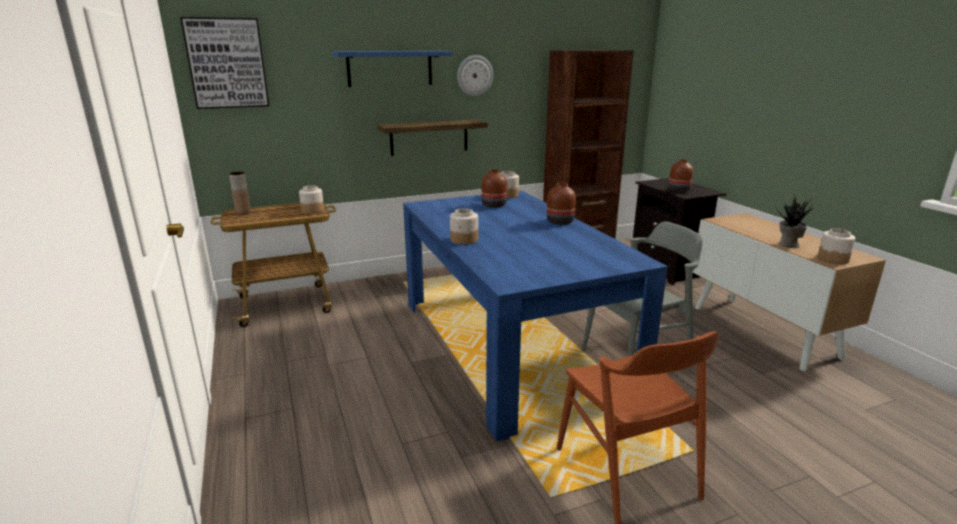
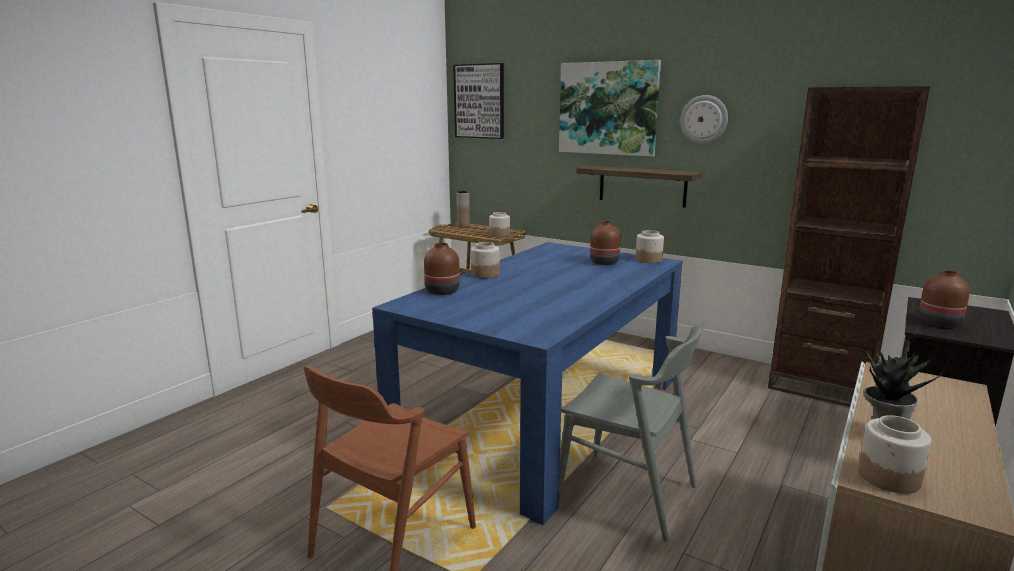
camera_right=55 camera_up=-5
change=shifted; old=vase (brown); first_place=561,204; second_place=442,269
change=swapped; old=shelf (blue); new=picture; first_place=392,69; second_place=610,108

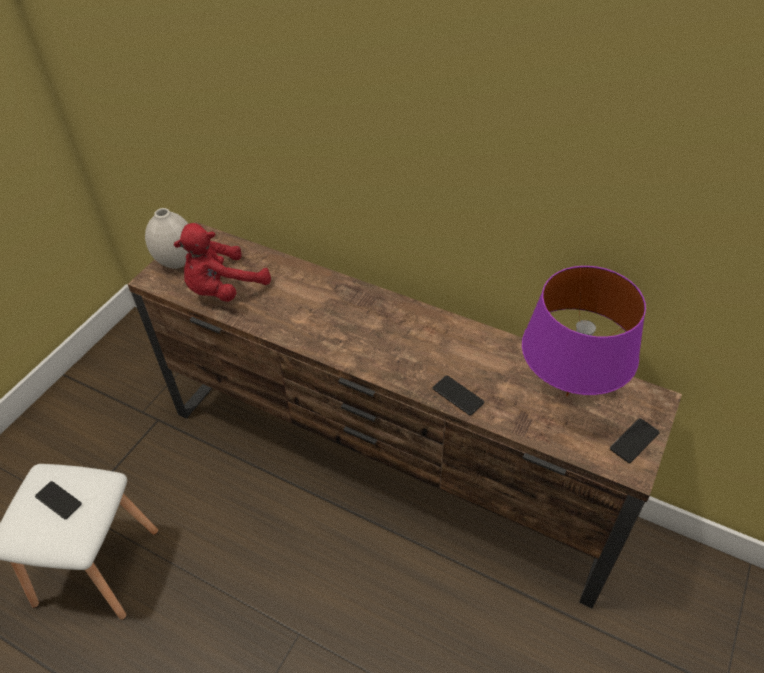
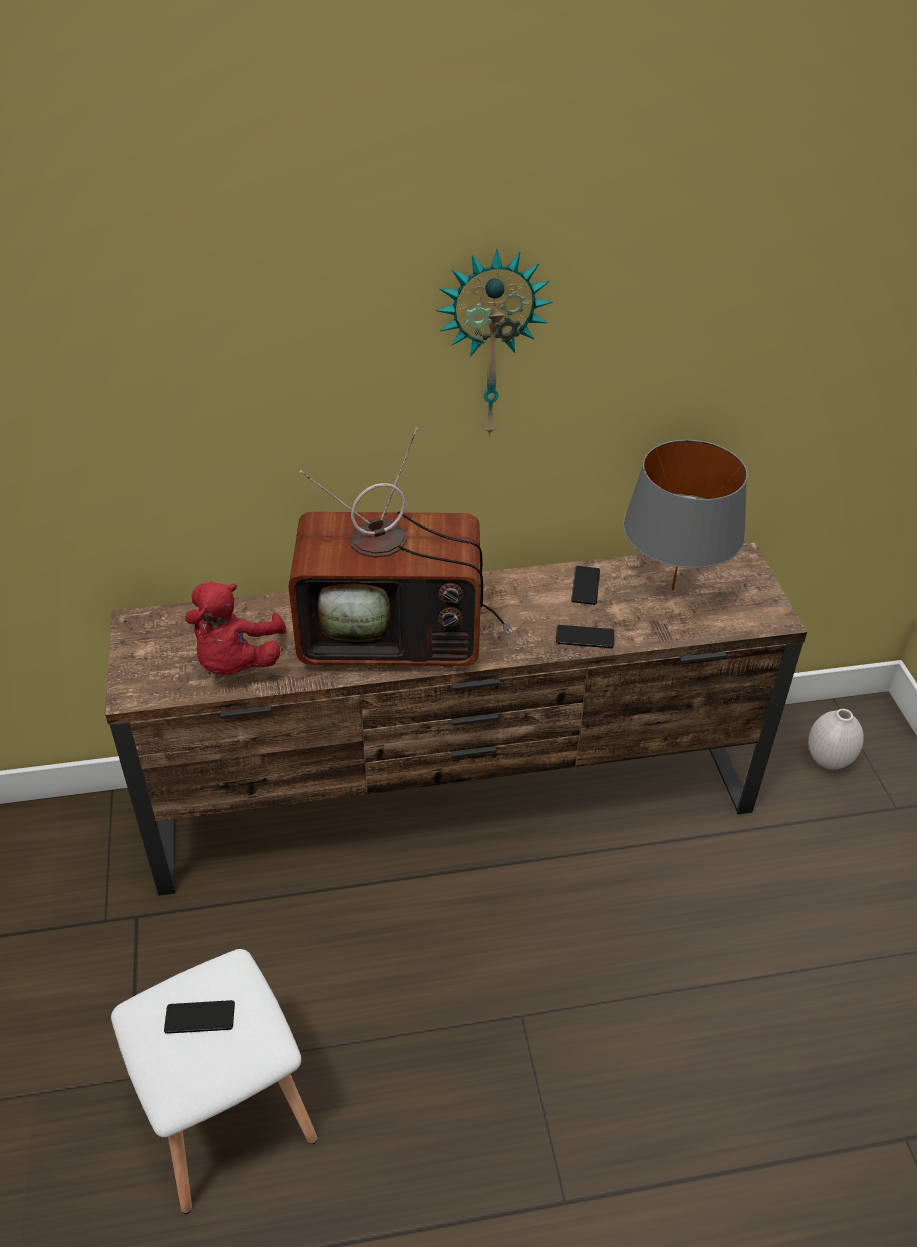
camera_right=-40 camera_up=-5
change=new; new=television; second_place=400,547
change=new; new=wall clock; second_place=494,343
change=shifted; old=vase (white); first_place=166,238; second_place=836,739
change=shifted; old=phone; first_place=635,440; second_place=585,585
change=repainted; old=table lamp (purple); new=table lamp (grey); first_place=584,331; second_place=685,515

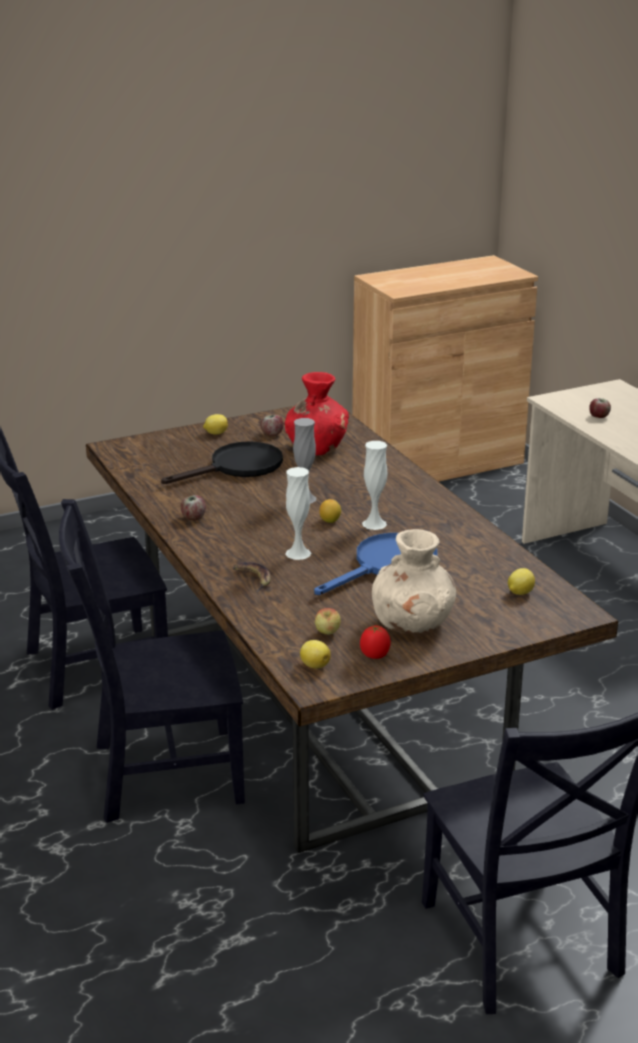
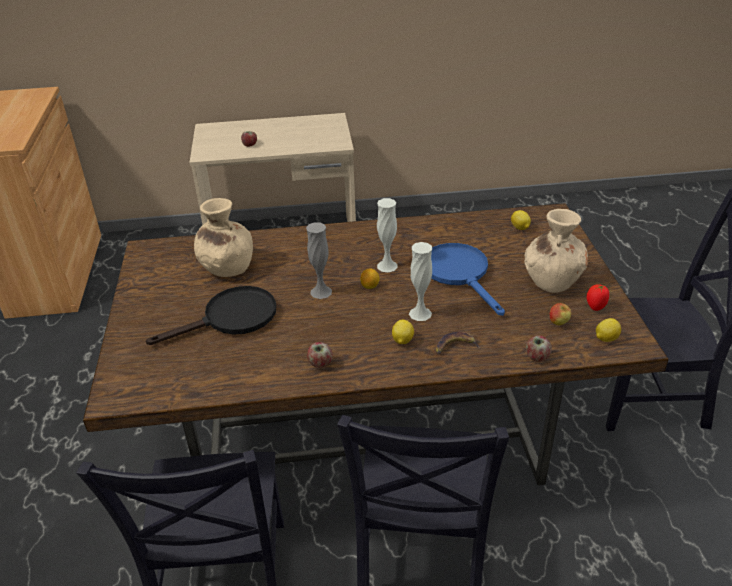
camera_right=-70 camera_up=10
change=shifted; old=lemon; first_place=215,424; second_place=403,332
change=shifted; old=apple; first_place=271,425; second_place=539,348
change=repainted; old=vase (red); new=vase (beige); first_place=317,414; second_place=223,237
change=rotated; old=frying pan (black); first_place=222,462; second_place=211,315; degrees=75

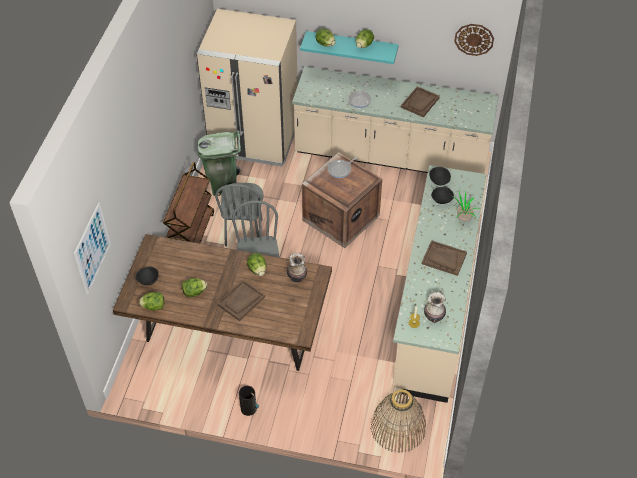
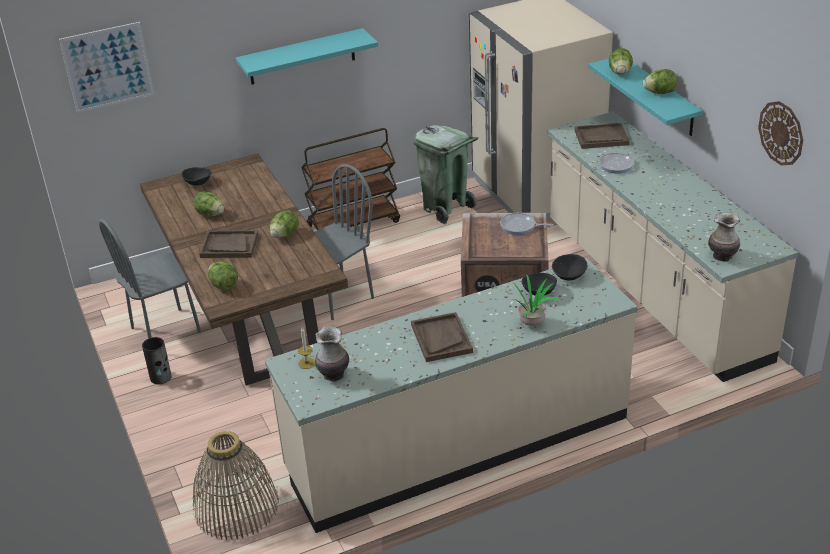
camera_right=55 camera_up=-15
change=new; new=shelf (turquoise); second_place=307,56
change=shifted; old=lettuce; first_place=151,301; second_place=223,276
change=shifted; old=chair (grey); first_place=239,214; second_place=150,279
change=shifted; old=vase; first_place=297,268; second_place=724,237
change=shifted; old=tray (brown); first_place=420,101; second_place=602,136

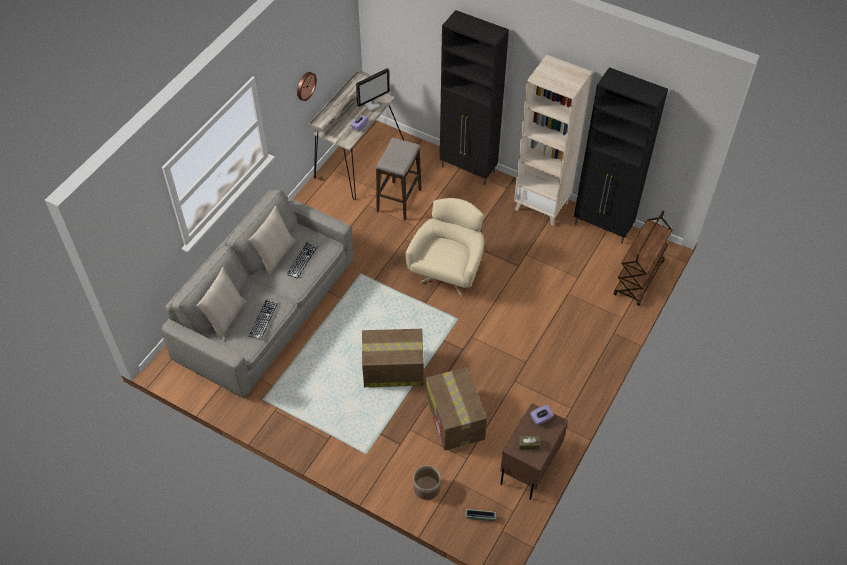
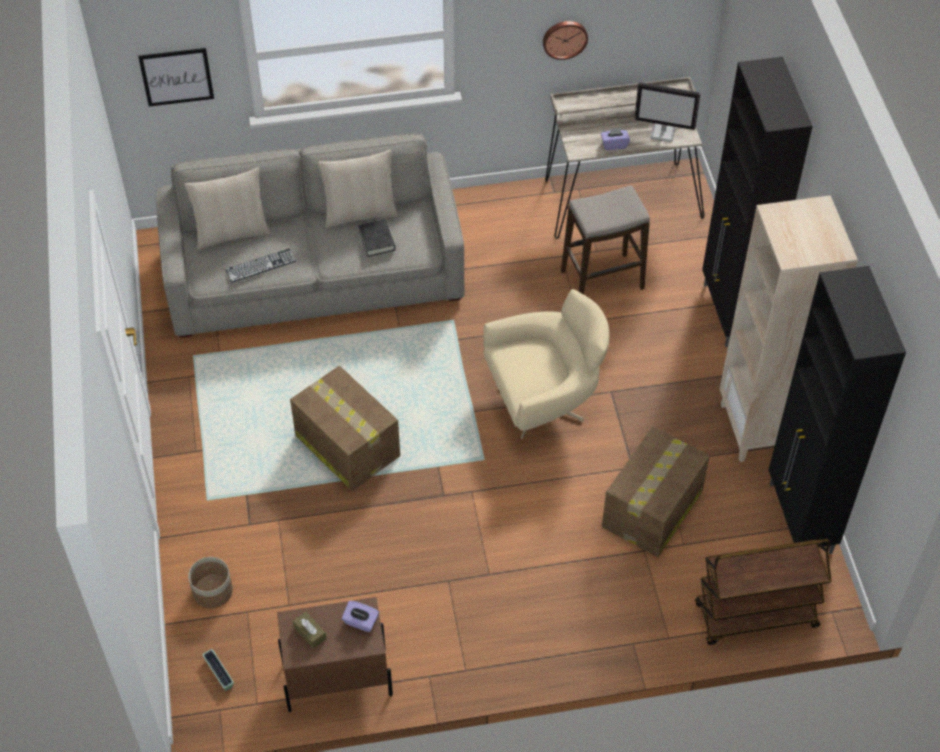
camera_right=50 camera_up=0
change=new; new=picture; second_place=176,77
change=shifted; old=cardboard box; first_place=456,409; second_place=656,492
change=swapped; old=keyboard; new=book (black); first_place=302,260; second_place=376,238

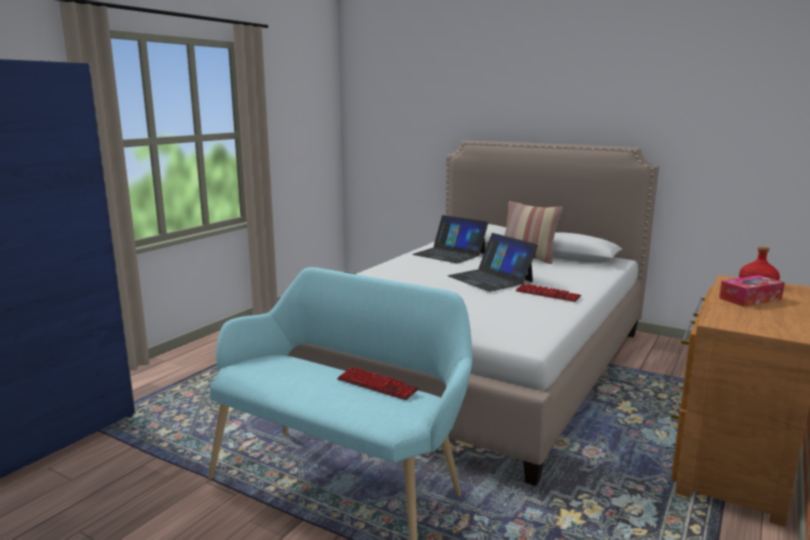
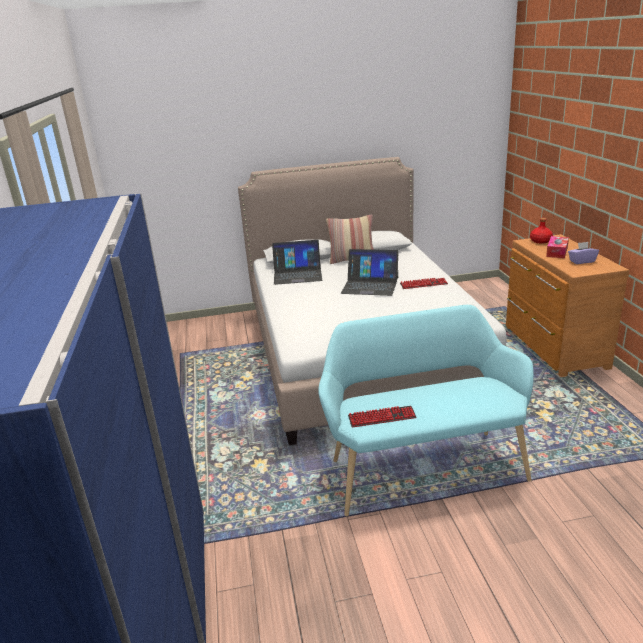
camera_right=-40 camera_up=10
change=new; new=tissue box (purple); second_place=583,253
change=shifted; old=keyboard; first_place=378,383; second_place=382,416

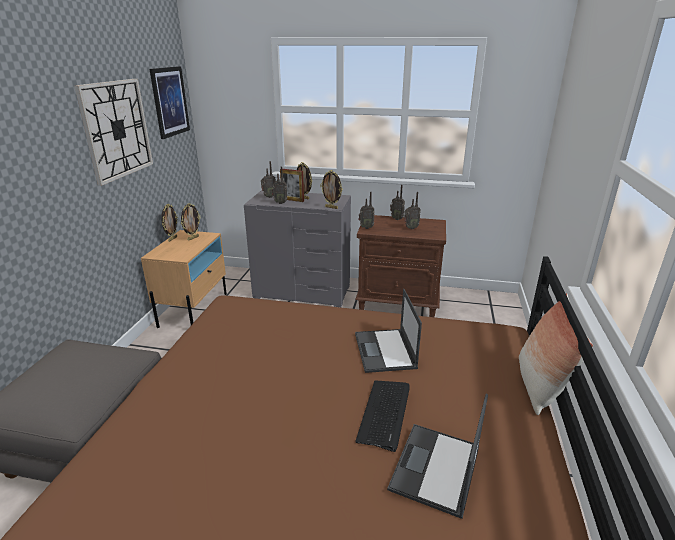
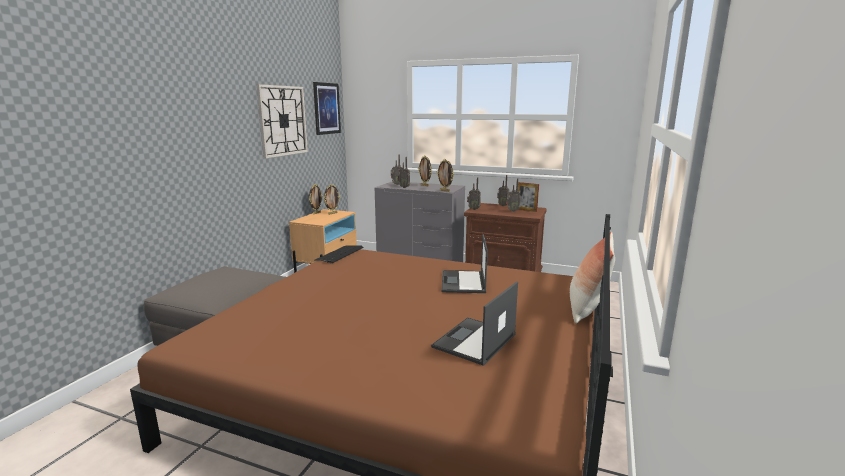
camera_right=10 camera_up=-10
change=shifted; old=picture frame; first_place=292,185; second_place=528,197
change=shifted; old=keyboard; first_place=382,416; second_place=339,254

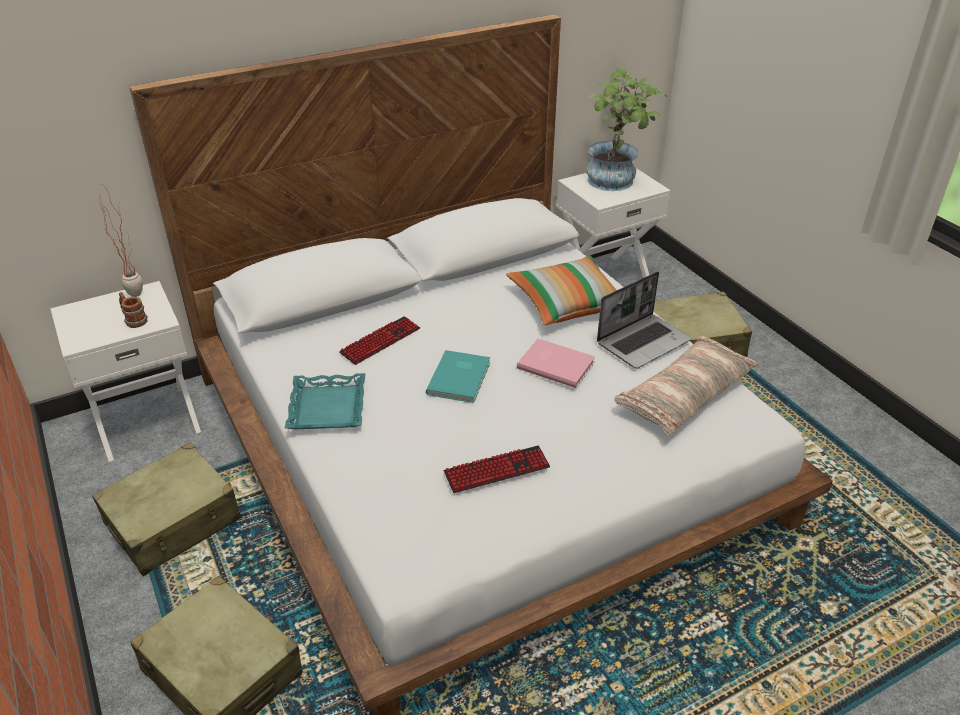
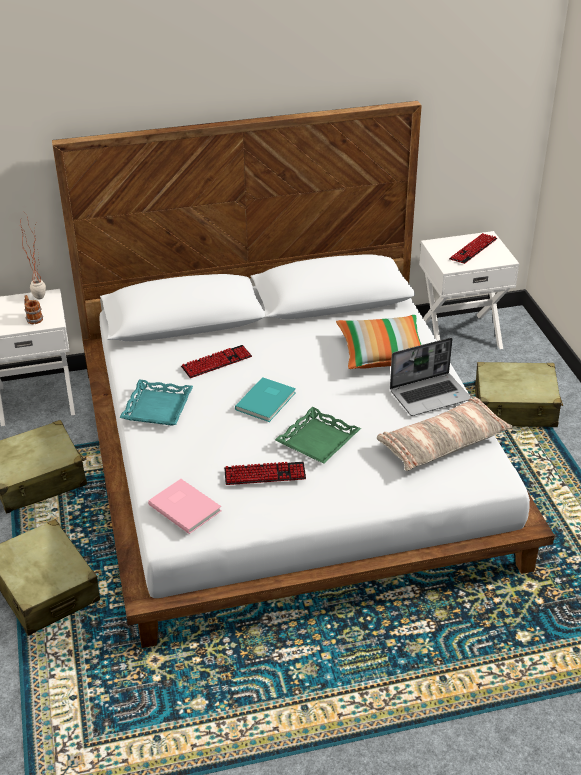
camera_right=15 camera_up=0
change=new; new=tray (green); second_place=318,435
change=shifted; old=book (pink); first_place=556,363; second_place=185,506
change=swapped; old=potted plant; new=keyboard; first_place=626,129; second_place=473,248

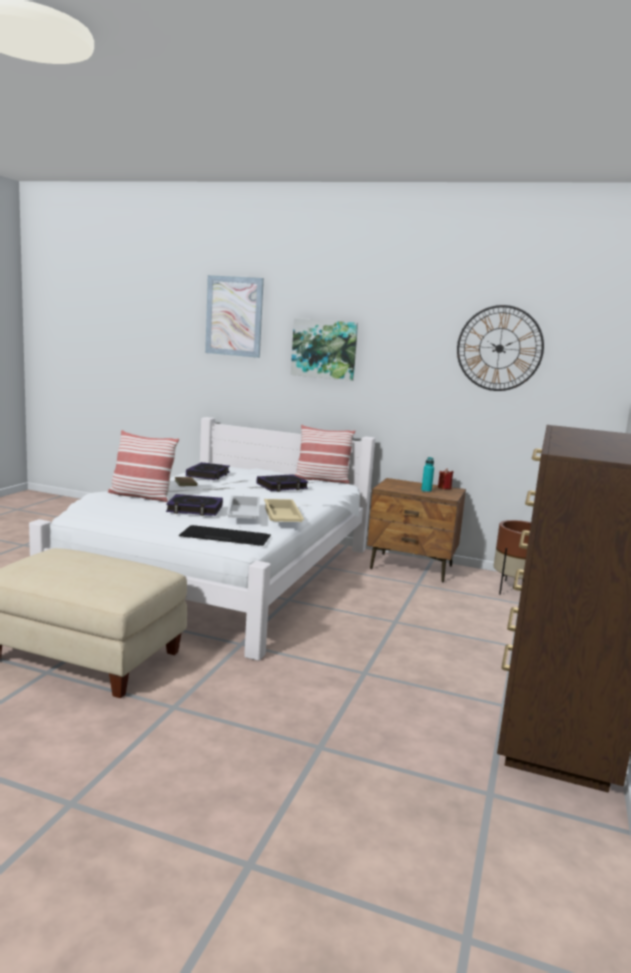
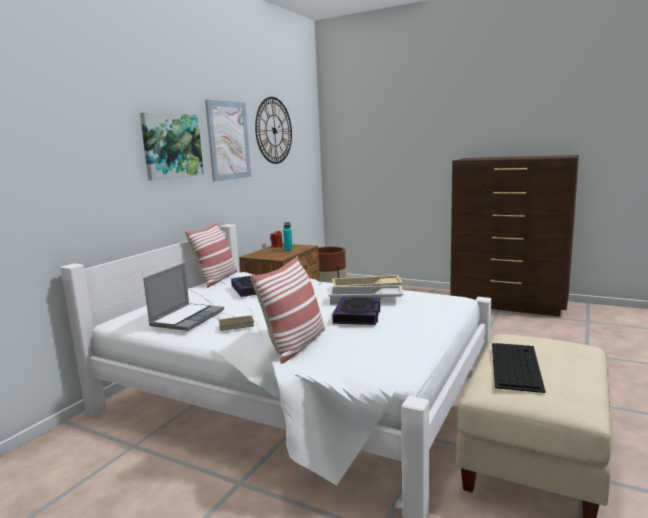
camera_right=-80 camera_up=0
change=shifted; old=keyboard; first_place=225,535; second_place=519,368
change=shifted; old=picture; first_place=234,316; second_place=228,140
change=swapped; old=book; new=laptop; first_place=208,471; second_place=183,297

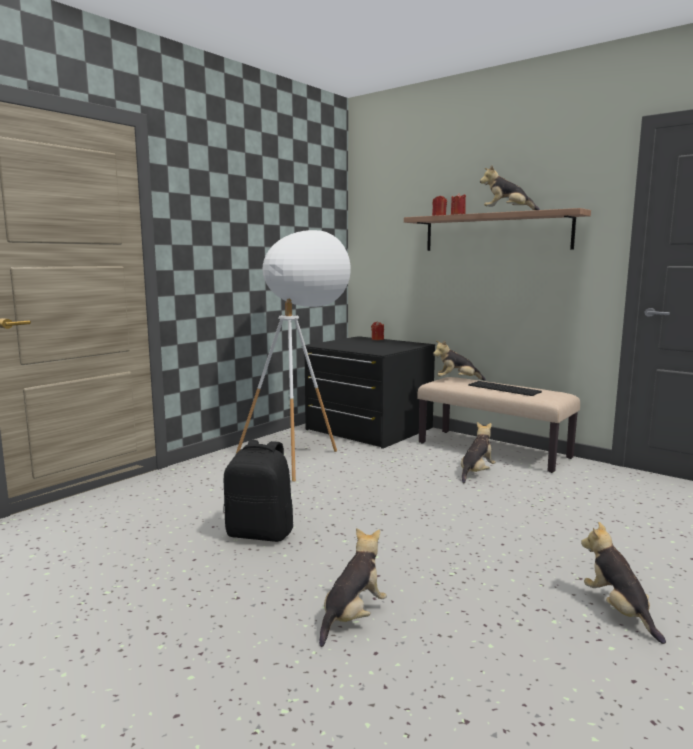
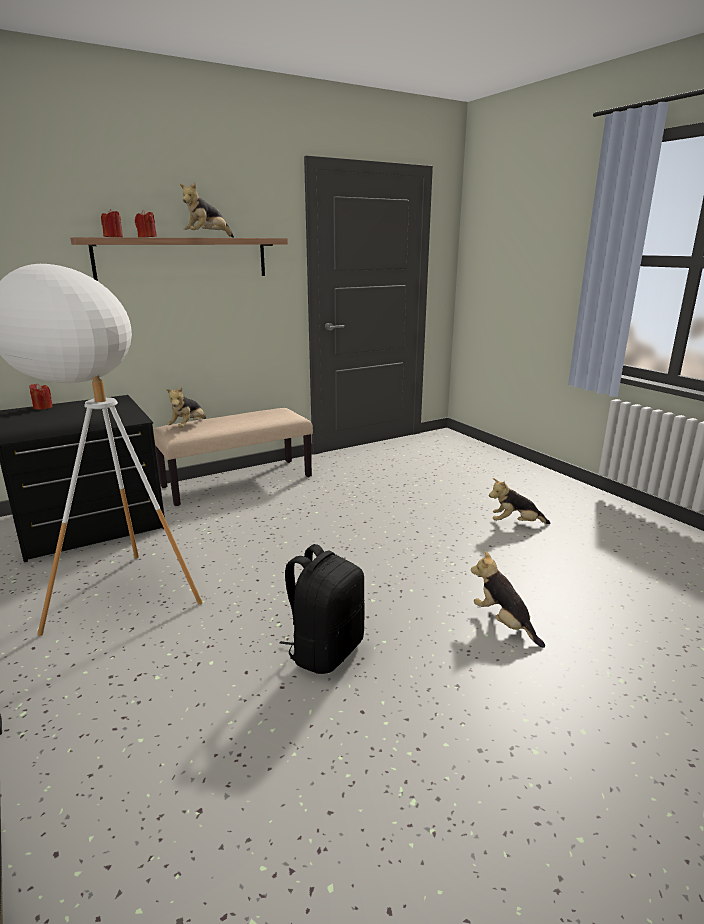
camera_right=-70 camera_up=10
change=gone; old=plush toy; first_place=478,452
change=gone; old=keyboard; first_place=505,388

